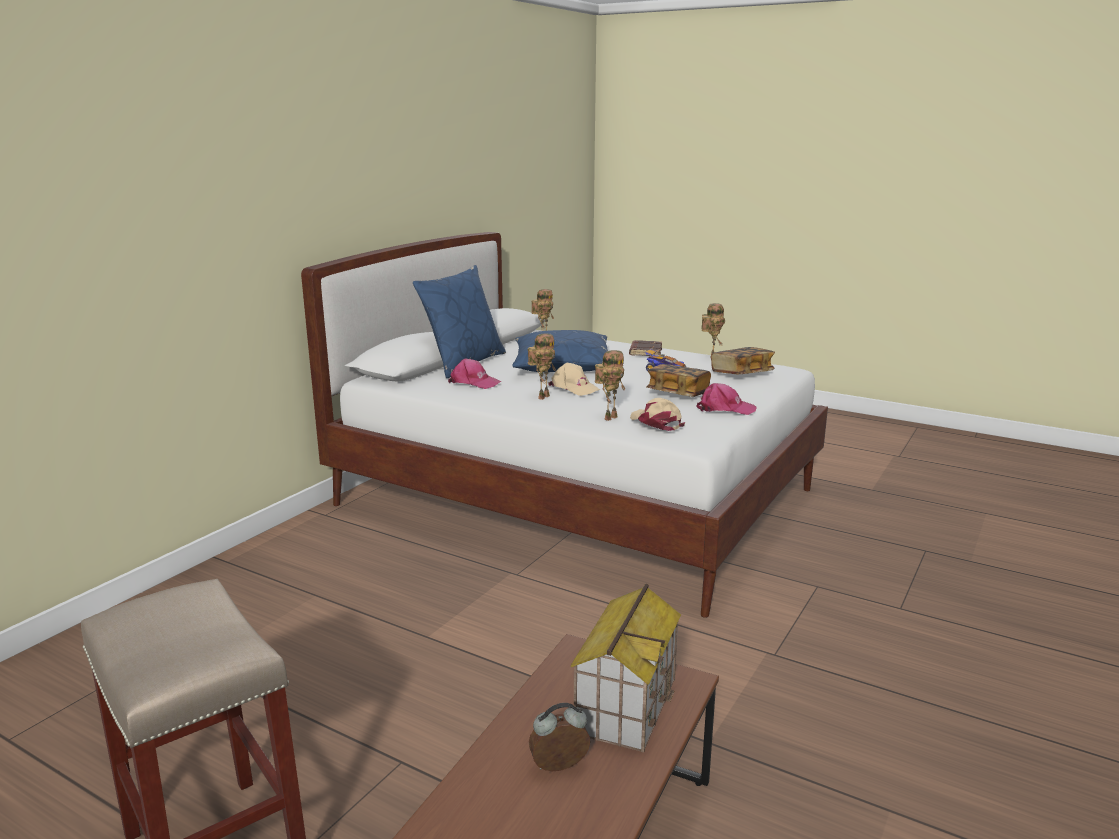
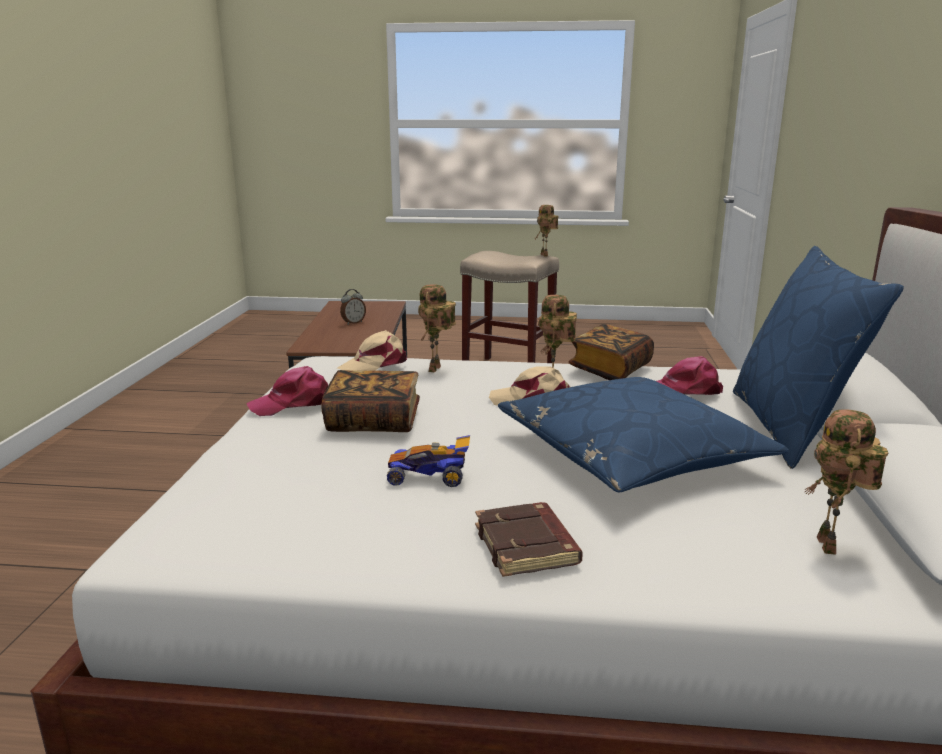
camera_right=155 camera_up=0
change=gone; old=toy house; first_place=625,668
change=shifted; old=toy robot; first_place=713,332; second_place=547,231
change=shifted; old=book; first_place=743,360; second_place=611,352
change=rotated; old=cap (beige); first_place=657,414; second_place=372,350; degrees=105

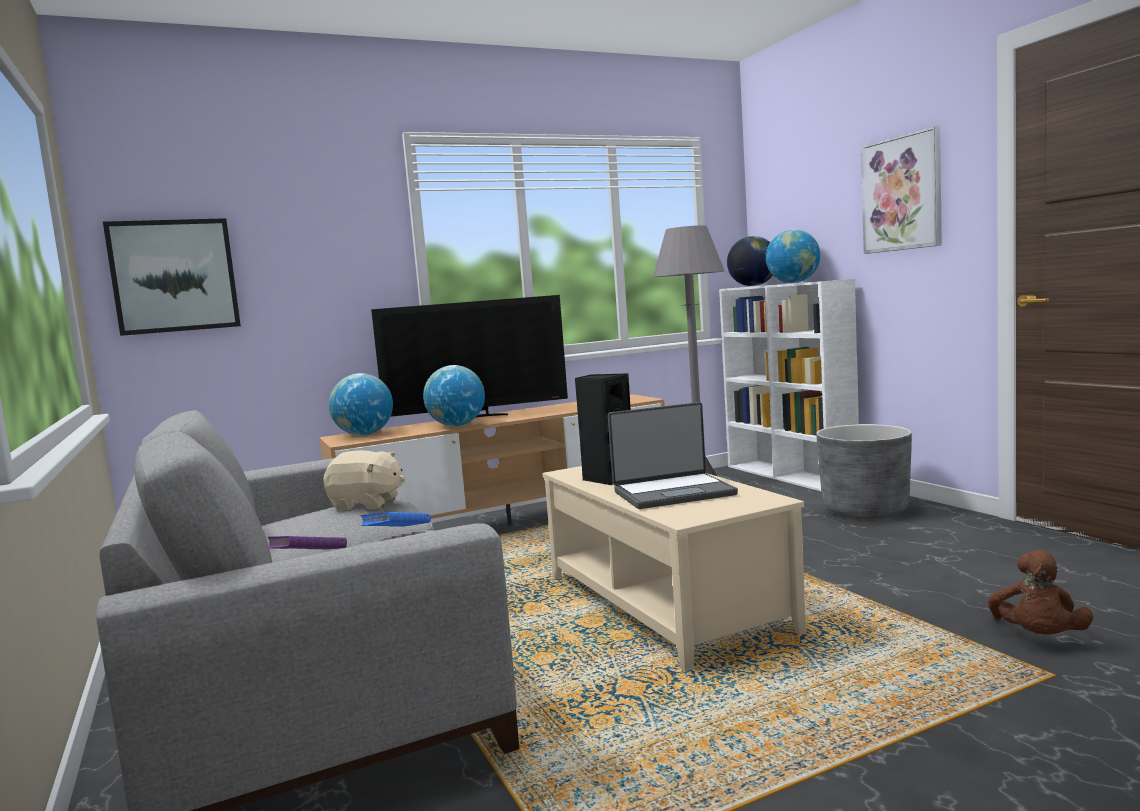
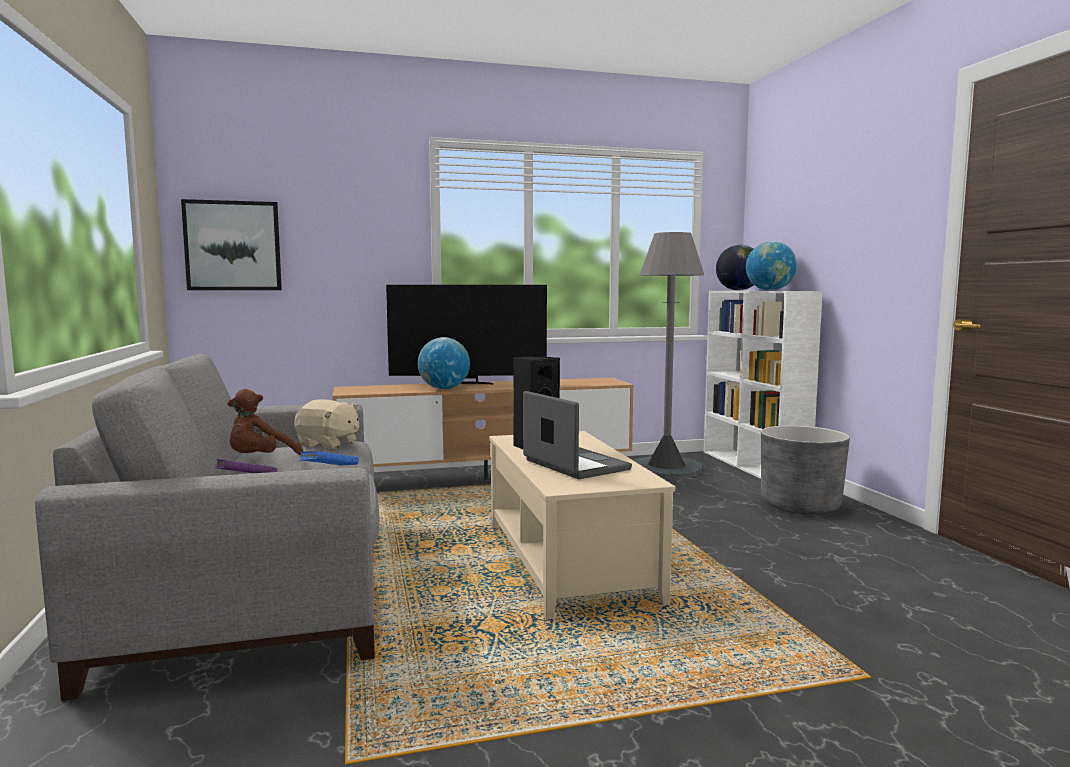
camera_right=10 camera_up=0
change=gone; old=globe; first_place=361,404
change=gone; old=picture; first_place=901,190
change=shifted; old=plush toy (brown); first_place=1040,592; second_place=265,422
change=rotated; old=laptop; first_place=673,455; second_place=577,435; degrees=-120

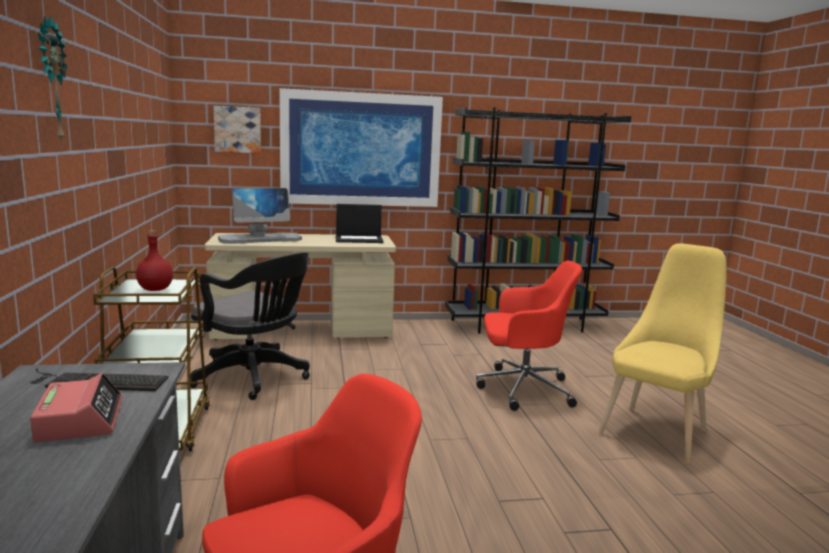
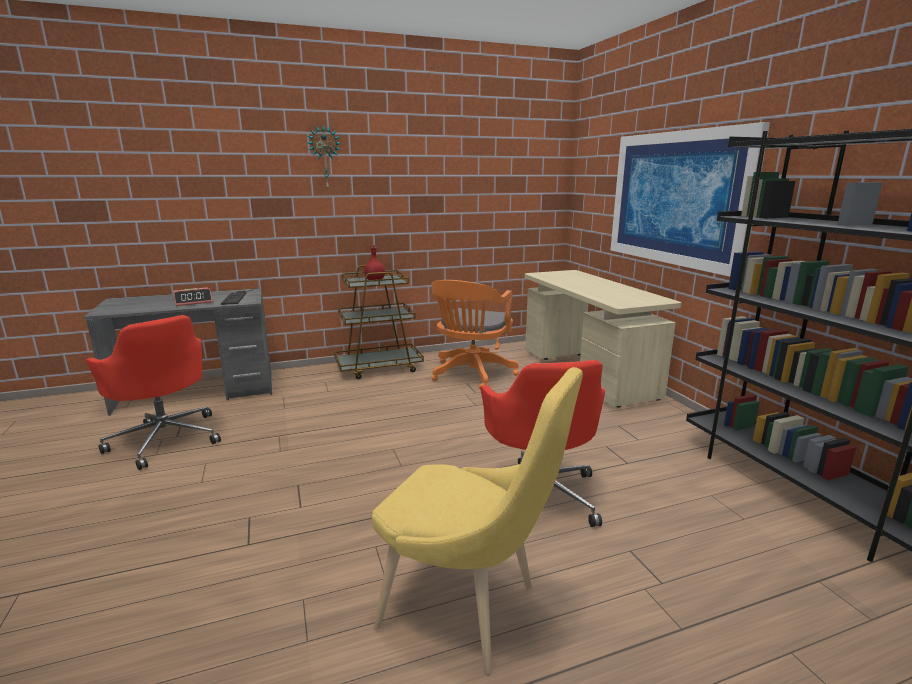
camera_right=80 camera_up=5
change=gone; old=picture; first_place=237,129
change=gone; old=monitor; first_place=260,216
change=gone; old=laptop; first_place=360,223
change=repainted; old=office chair (black); new=office chair (orange); first_place=250,326; second_place=475,334

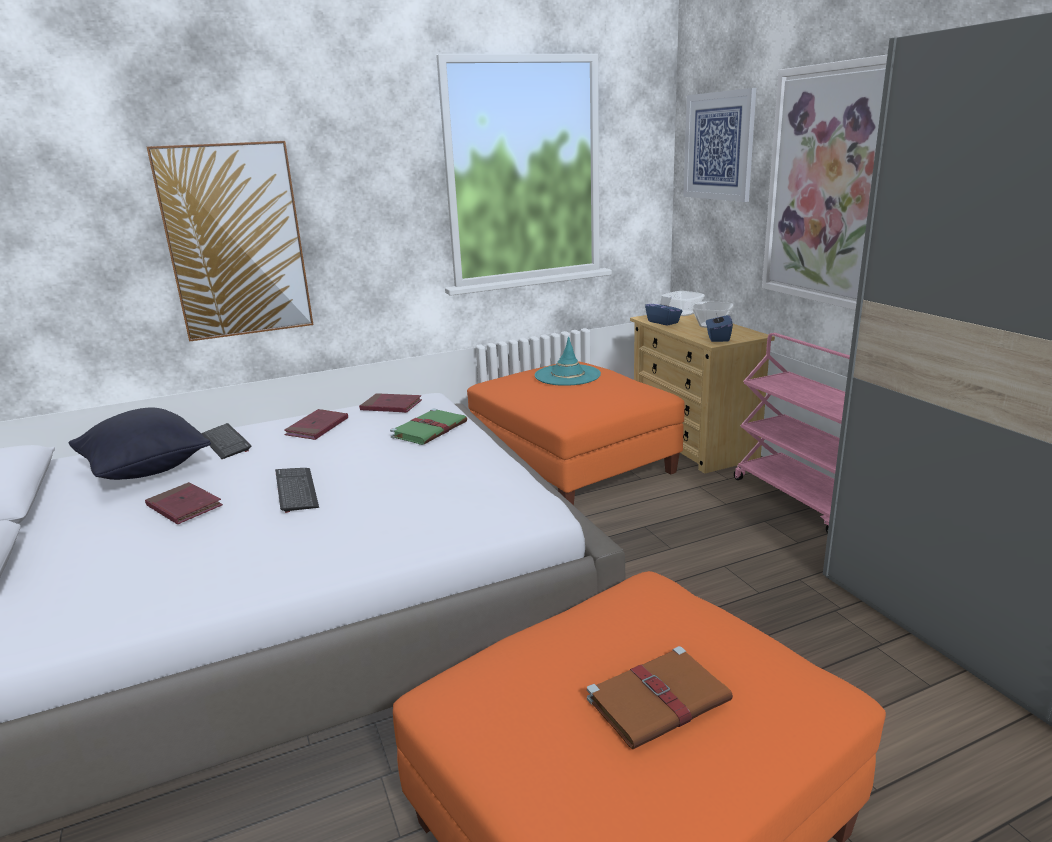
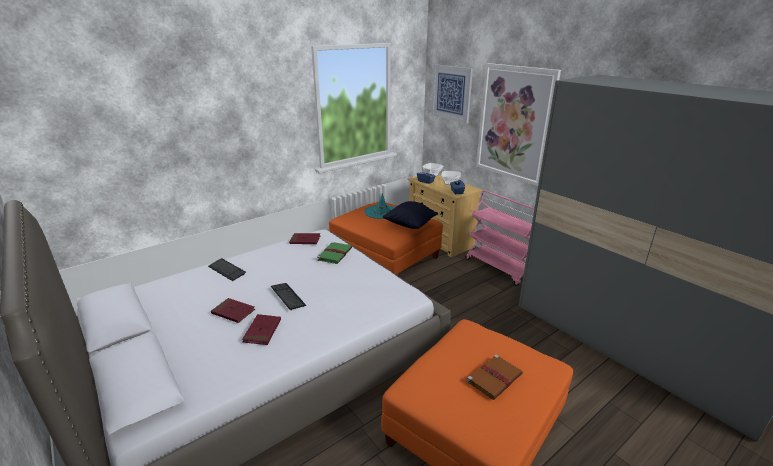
camera_right=-15 camera_up=5
change=gone; old=picture; first_place=230,241
change=shifted; old=pillow (black); first_place=140,444; second_place=410,215
change=shifted; old=book (red); first_place=316,424; second_place=261,329

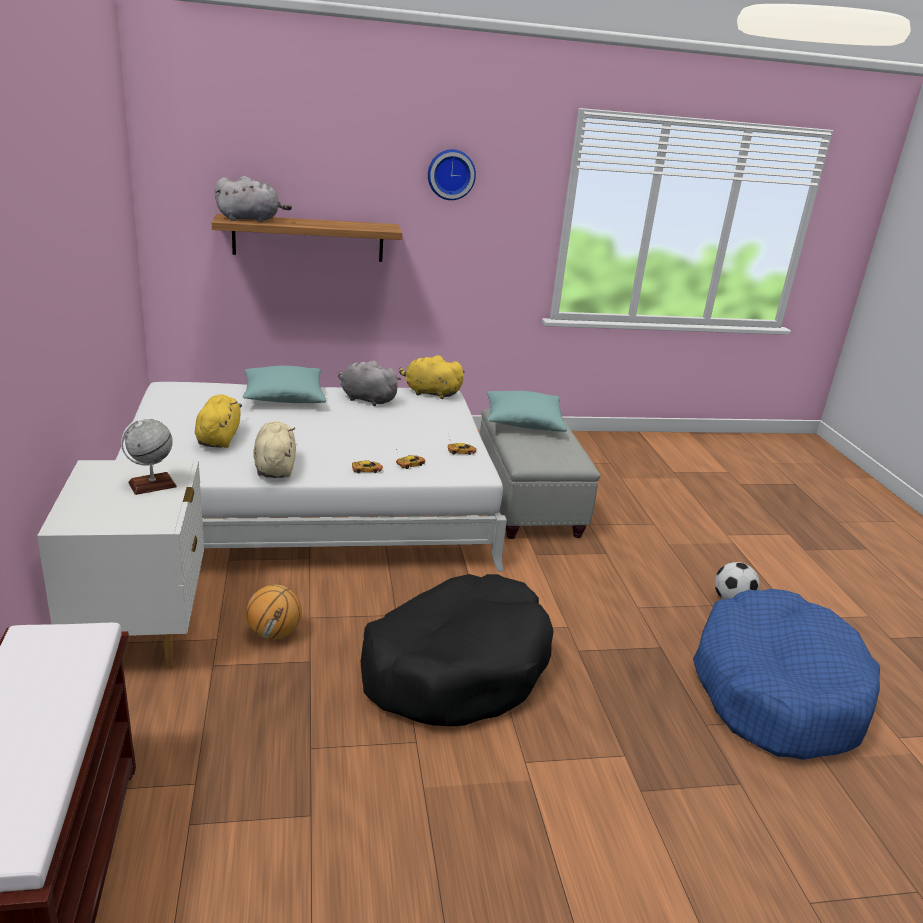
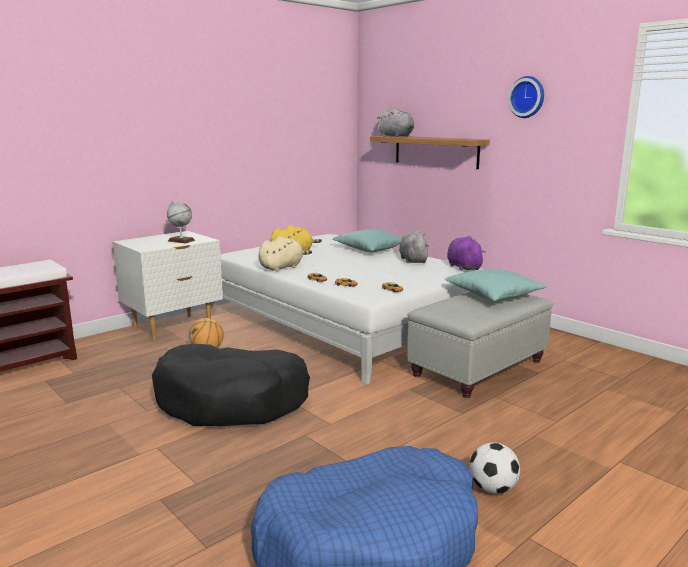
camera_right=60 camera_up=-10
change=repainted; old=plush toy (yellow); new=plush toy (purple); first_place=432,377; second_place=466,253

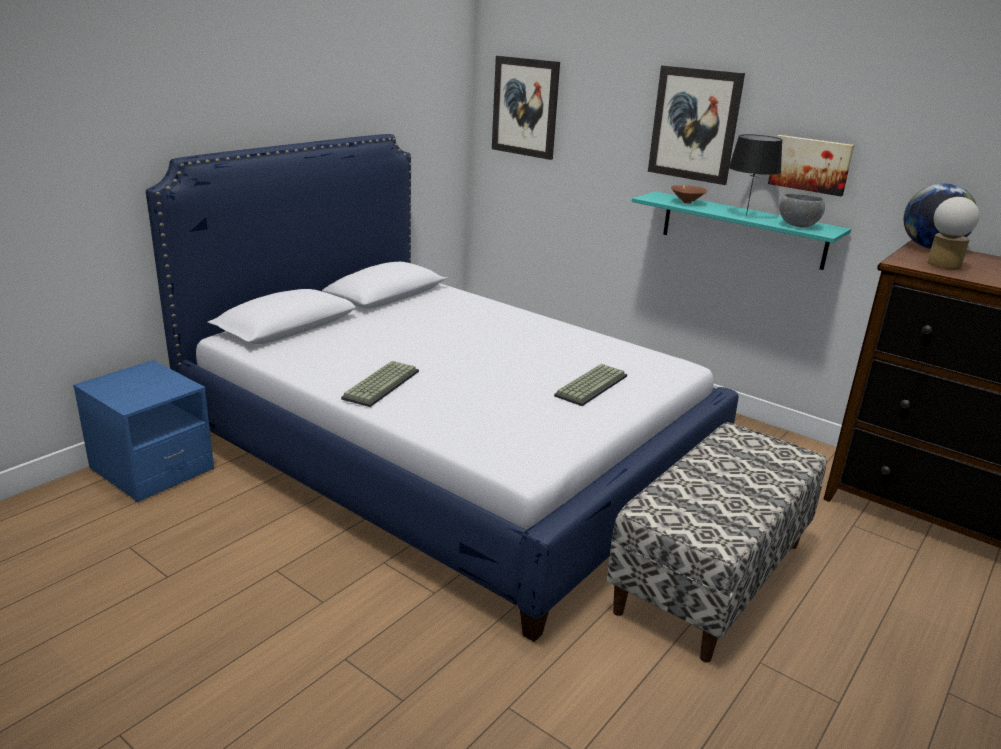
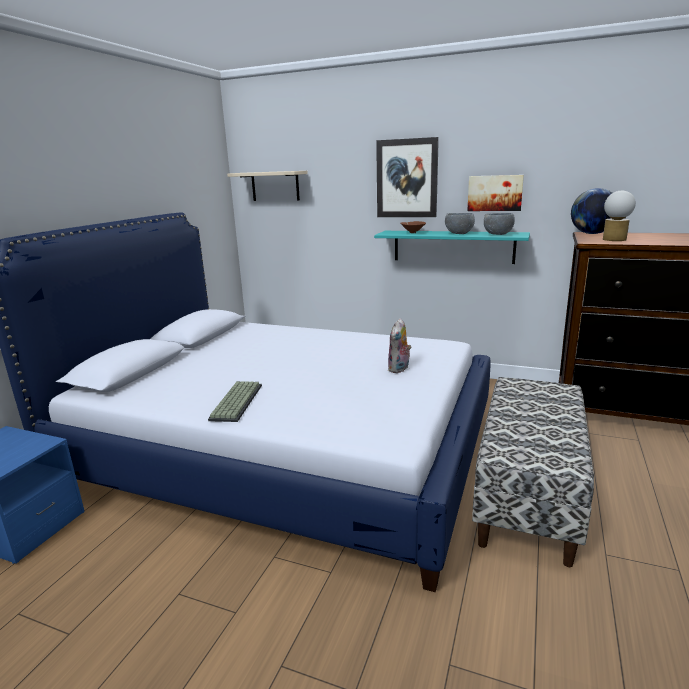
camera_right=-15 camera_up=-5
change=swapped; old=picture; new=shelf (beige); first_place=526,108; second_place=267,186
change=swapped; old=keyboard; new=plush toy; first_place=590,385; second_place=400,345
change=swapped; old=table lamp (black); new=bowl (grey); first_place=755,175; second_place=460,223

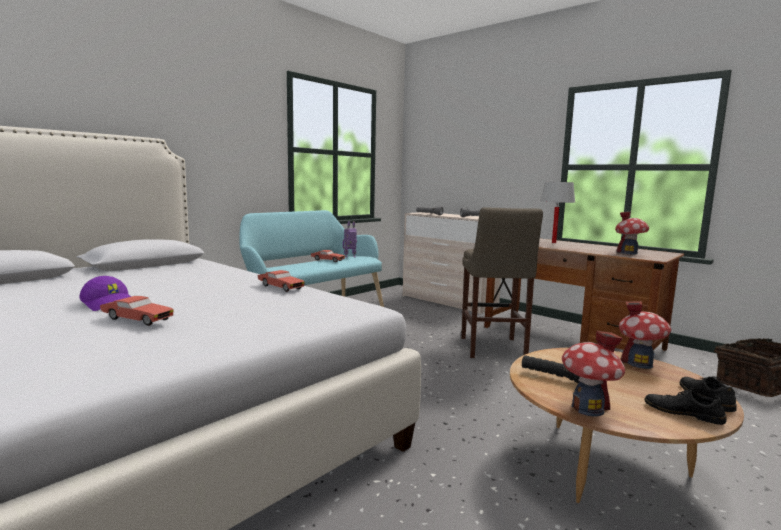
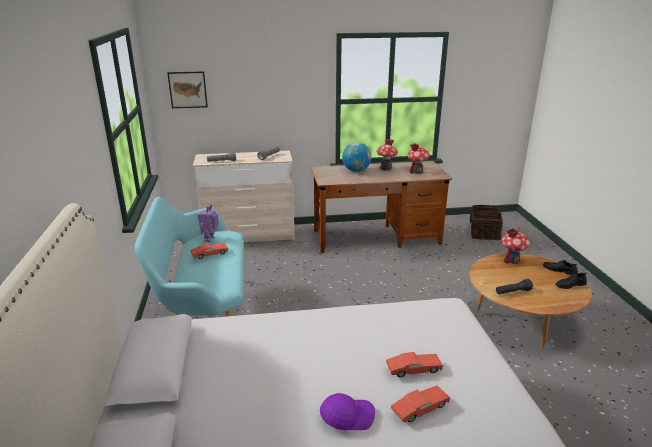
camera_right=-50 camera_up=15
change=gone; old=stool (beige); first_place=502,282
change=new; new=picture; second_place=187,89
change=shifted; old=toy car (red); first_place=281,281; second_place=414,364
change=shifted; old=toy house; first_place=593,373; second_place=387,154
change=swapped; old=table lamp (white); new=globe; first_place=557,212; second_place=356,157

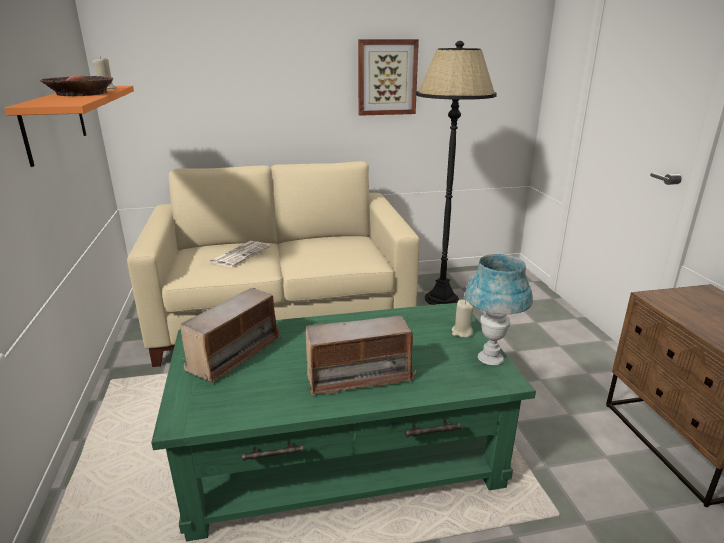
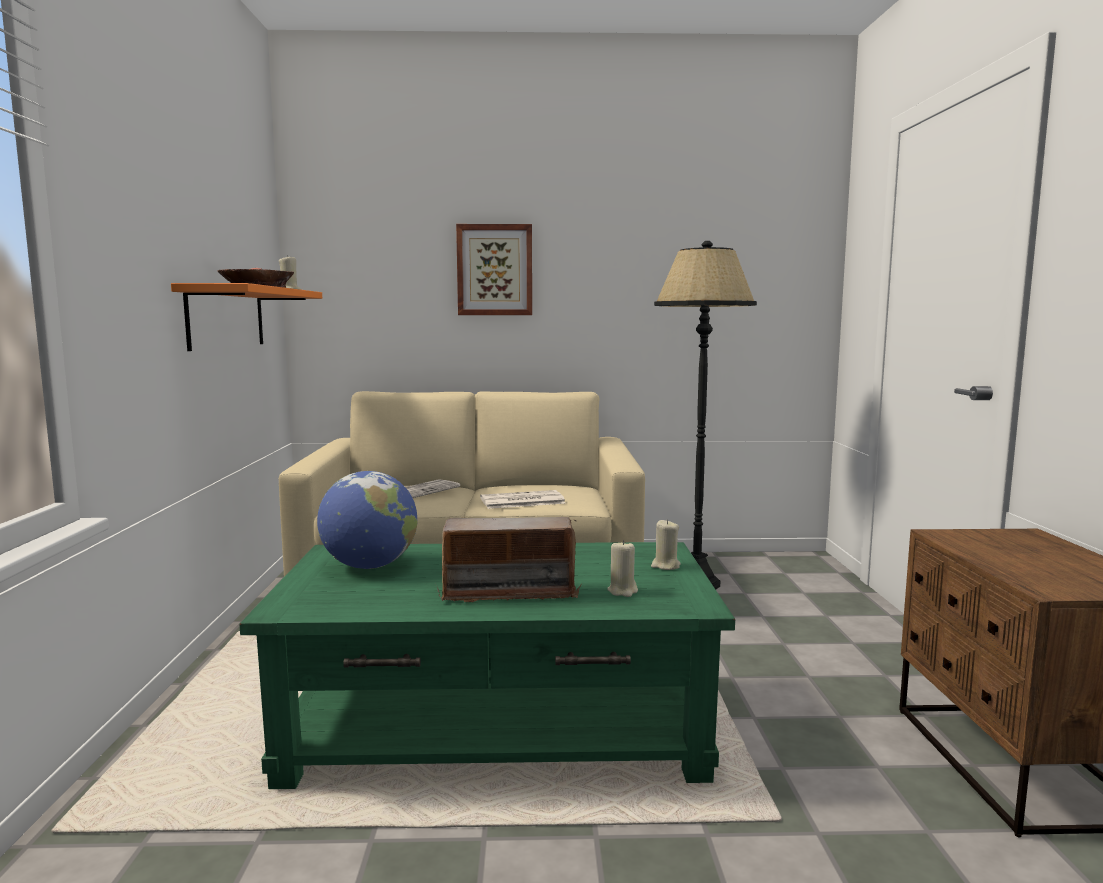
camera_right=10 camera_up=-15
change=gone; old=table lamp (blue); first_place=499,310
change=new; new=newspaper; second_place=523,499
change=new; new=candle (beige); second_place=622,568
change=shifted; old=picture; first_place=388,77; second_place=494,269
change=swapped; old=radio; new=globe; first_place=230,335; second_place=367,520

